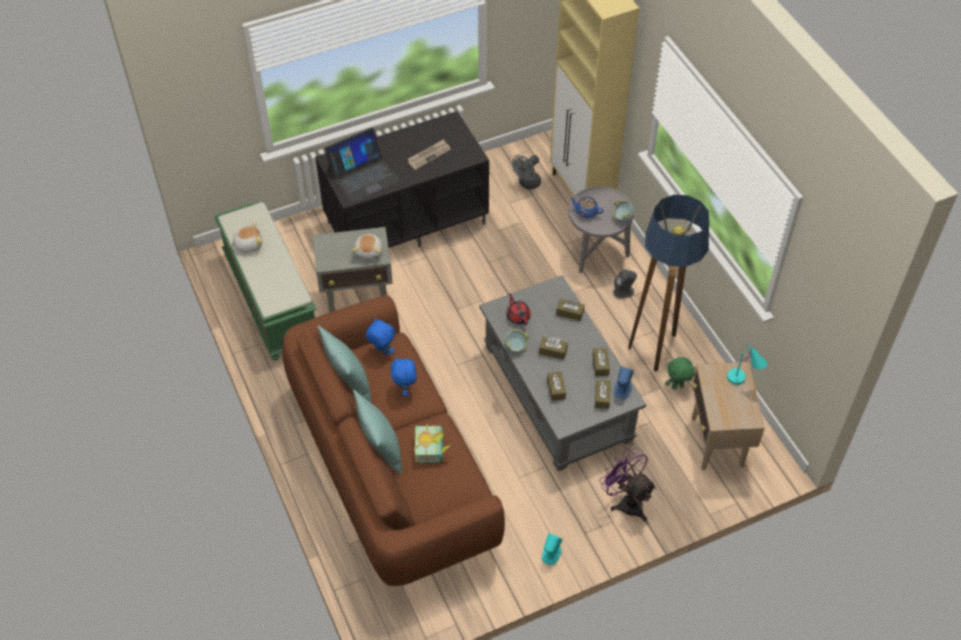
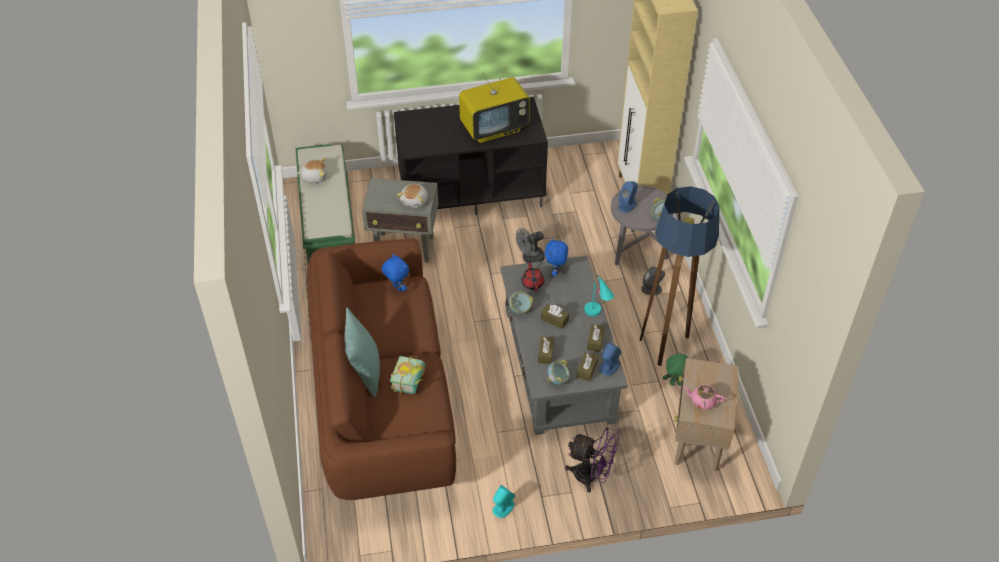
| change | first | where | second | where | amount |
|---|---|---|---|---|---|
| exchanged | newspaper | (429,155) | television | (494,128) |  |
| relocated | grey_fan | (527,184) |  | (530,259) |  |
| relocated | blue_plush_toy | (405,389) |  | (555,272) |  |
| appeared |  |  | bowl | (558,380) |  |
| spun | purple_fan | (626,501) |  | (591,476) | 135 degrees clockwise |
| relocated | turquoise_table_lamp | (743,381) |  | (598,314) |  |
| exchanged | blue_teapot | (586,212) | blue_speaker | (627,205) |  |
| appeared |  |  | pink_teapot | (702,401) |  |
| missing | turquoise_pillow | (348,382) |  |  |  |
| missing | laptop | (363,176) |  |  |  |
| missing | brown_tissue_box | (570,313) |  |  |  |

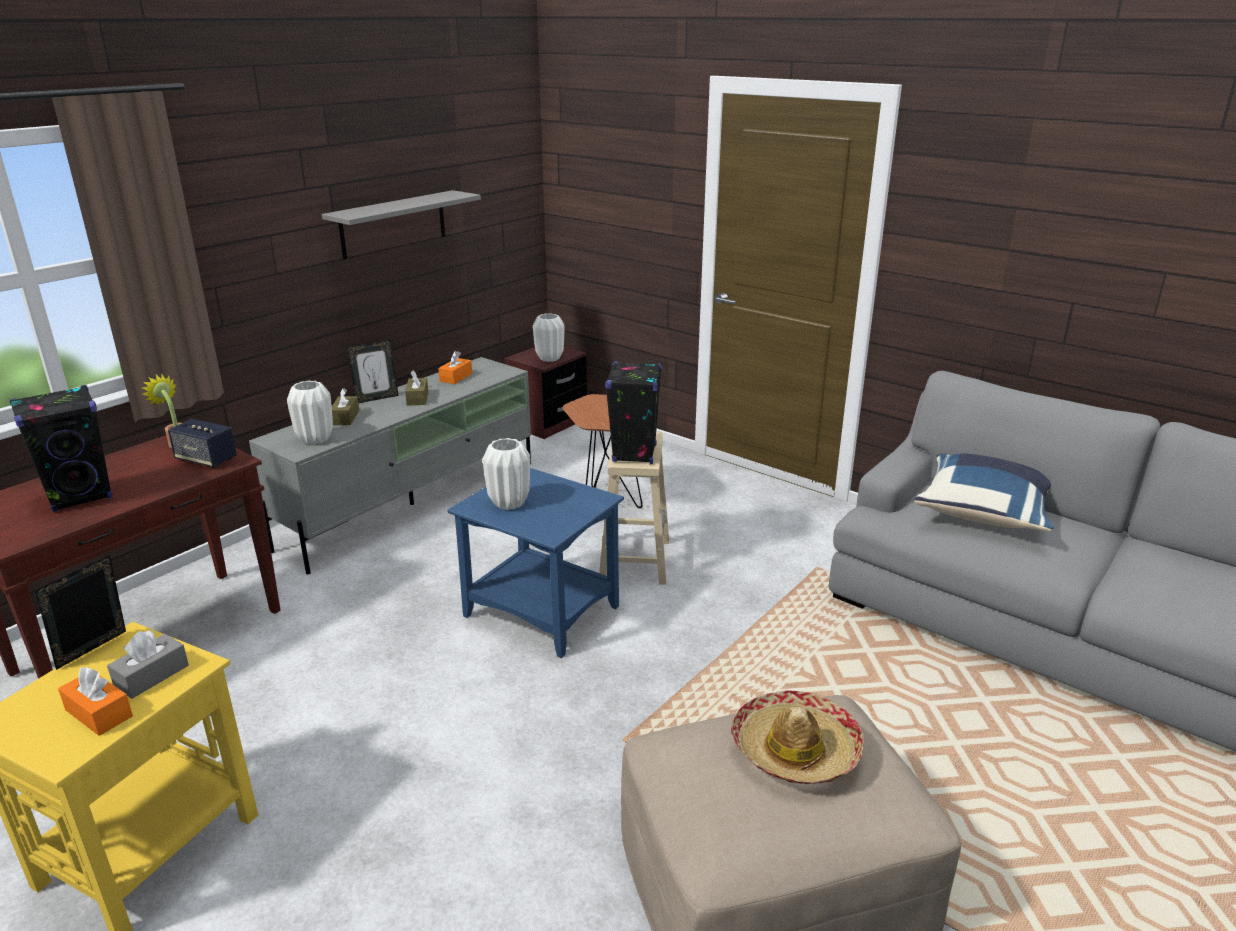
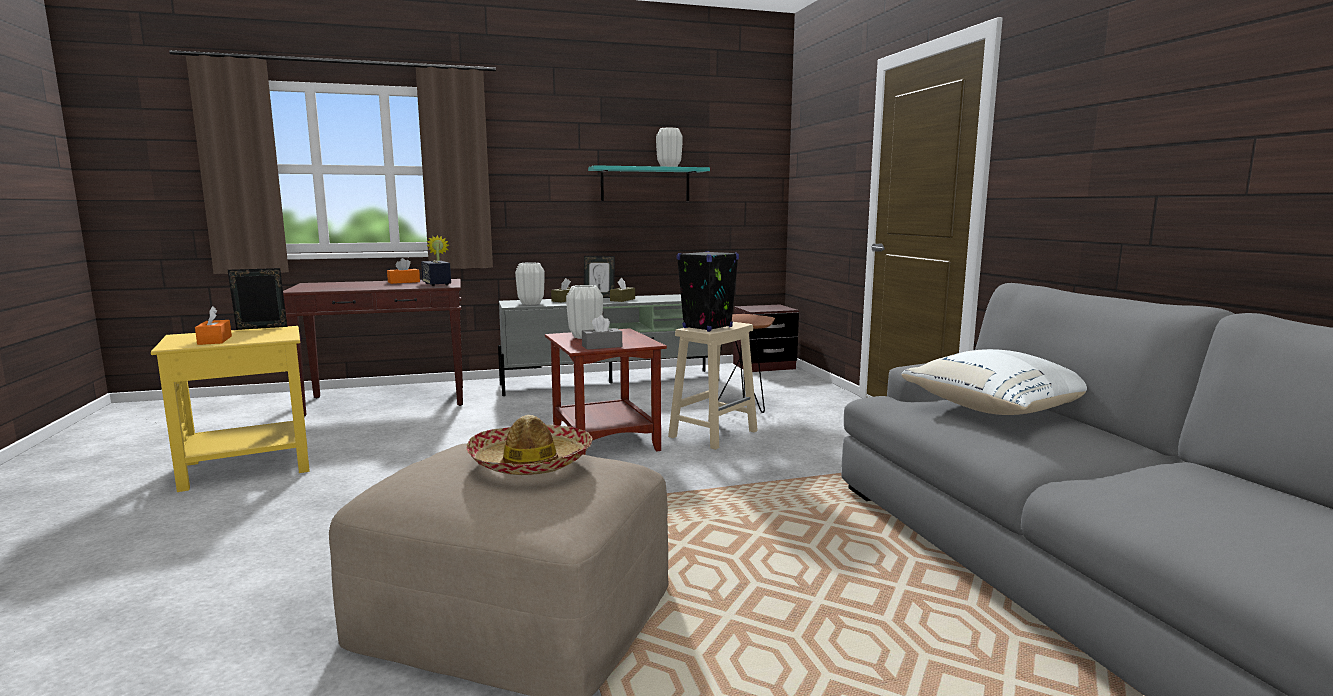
| change | first | where | second | where | amount |
|---|---|---|---|---|---|
| relocated | orange_tissue_box | (456,377) |  | (404,282) |  |
| colour | blue_side_table | (540,612) | brown_side_table | (603,440) |  |
| relocated | grey_tissue_box | (151,676) |  | (602,346) |  |
| colour | grey_shelf | (393,224) | turquoise_shelf | (645,184) |  |
| relocated | white_vase | (549,358) |  | (669,167) |  |
| colour | blue_pillow | (984,512) | white_pillow | (999,410) |  |
| missing | black_speaker | (81,496) |  |  |  |

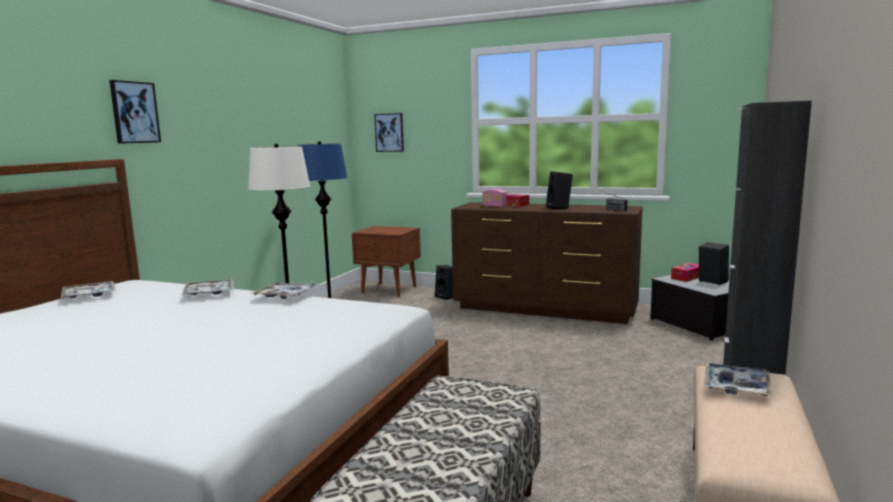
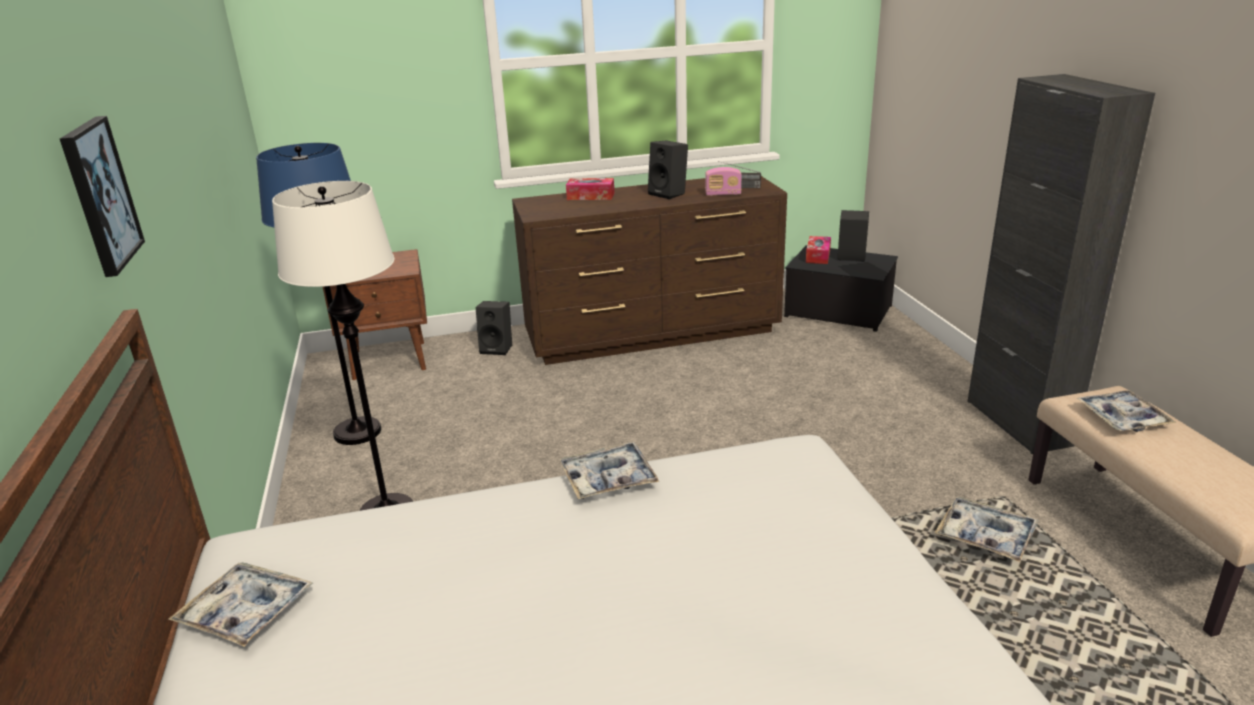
| change | first | where | second | where | amount |
|---|---|---|---|---|---|
| relocated | radio | (494,206) |  | (723,194) |  |
| relocated | tray | (210,293) |  | (985,536) |  |
| missing | picture | (389,132) |  |  |  |

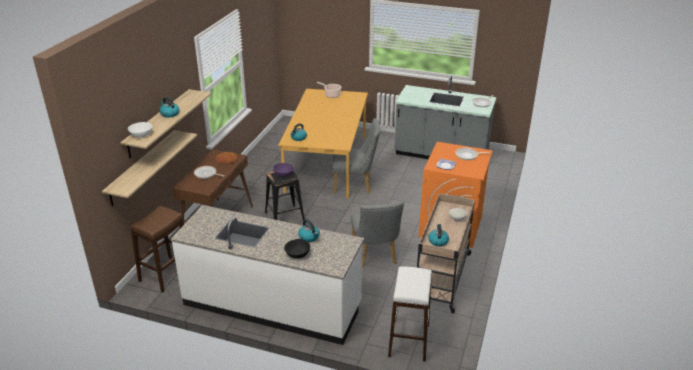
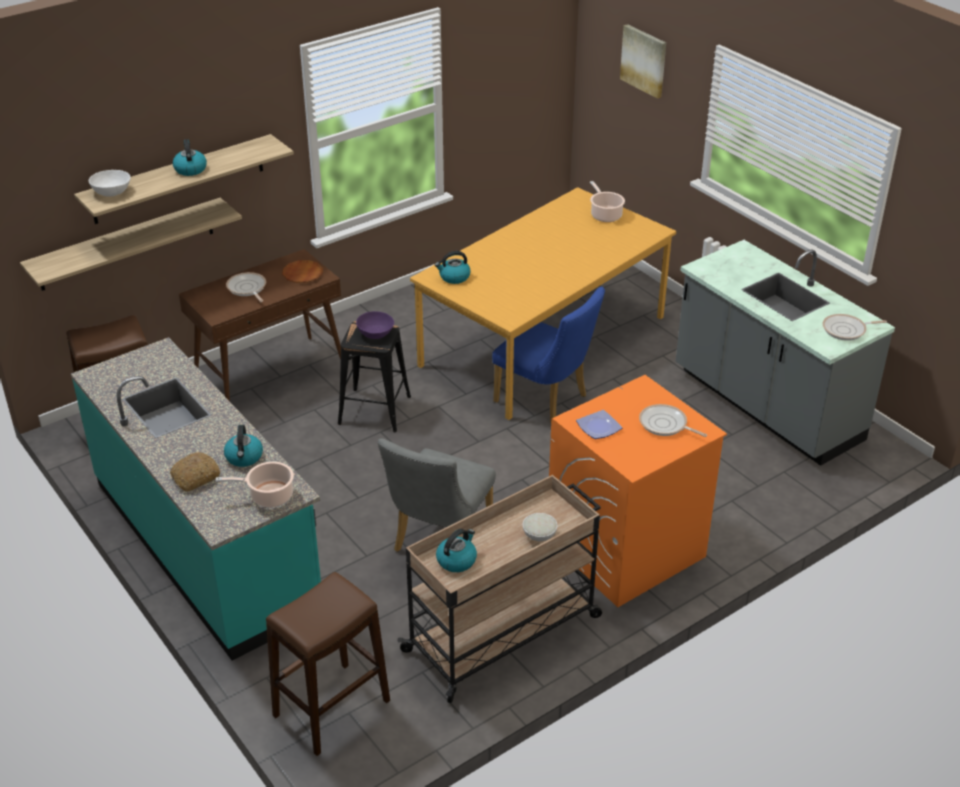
| change | first | where | second | where | amount |
|---|---|---|---|---|---|
| colour | white_counter | (272,304) | turquoise_counter | (207,544) |  |
| exchanged | black_bowl | (297,254) | bread | (195,477) |  |
| appeared |  |  | cooking_pot | (268,496) |  |
| colour | white_stool | (409,340) | brown_stool | (331,709) |  |
| colour | grey_chair | (355,185) | blue_chair | (546,401) |  |
| appeared |  |  | picture | (644,60) |  |

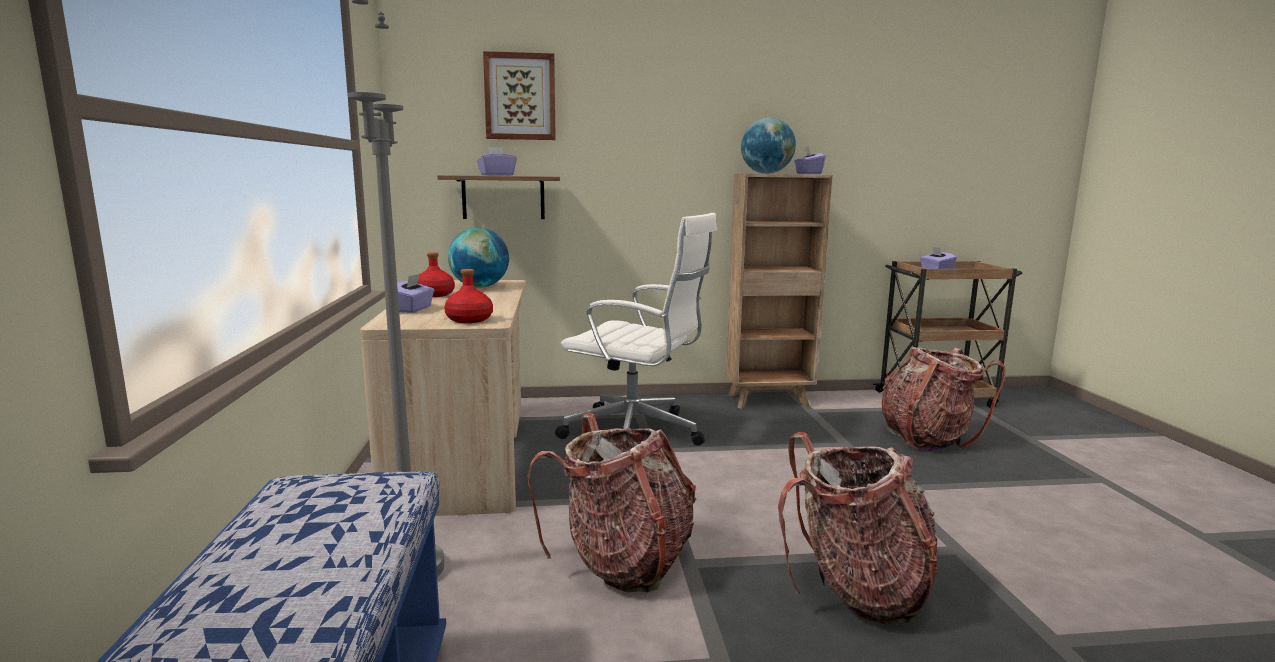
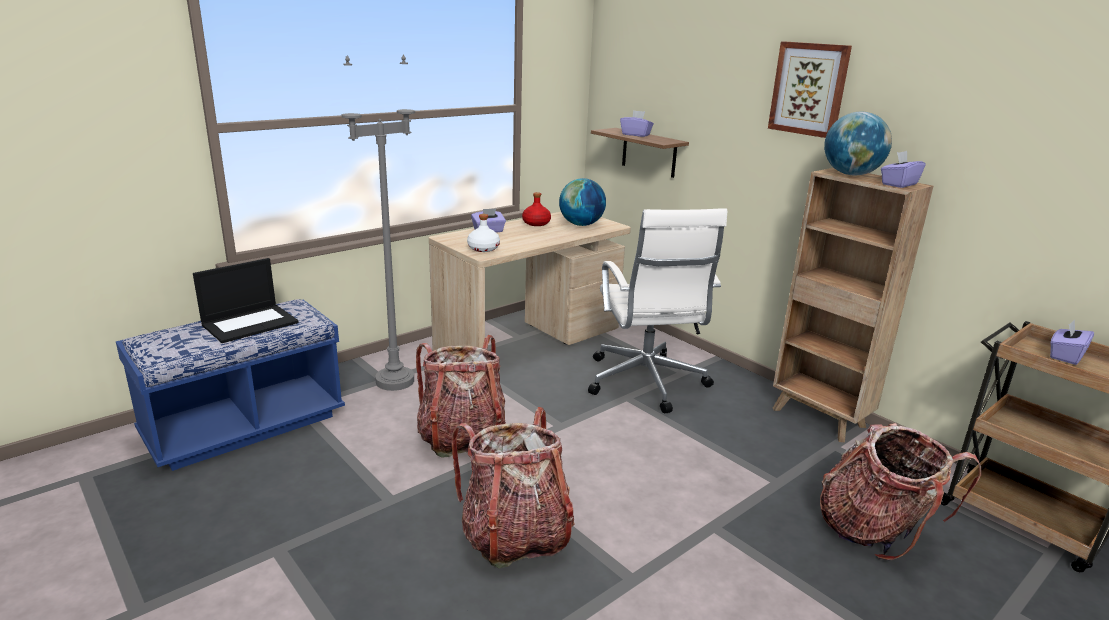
| change | first | where | second | where | amount |
|---|---|---|---|---|---|
| appeared |  |  | laptop | (250,323) |  |
| colour | red_bottle | (469,320) | white_bottle | (483,248) |  |
| relocated | picture | (520,97) |  | (809,89) |  |

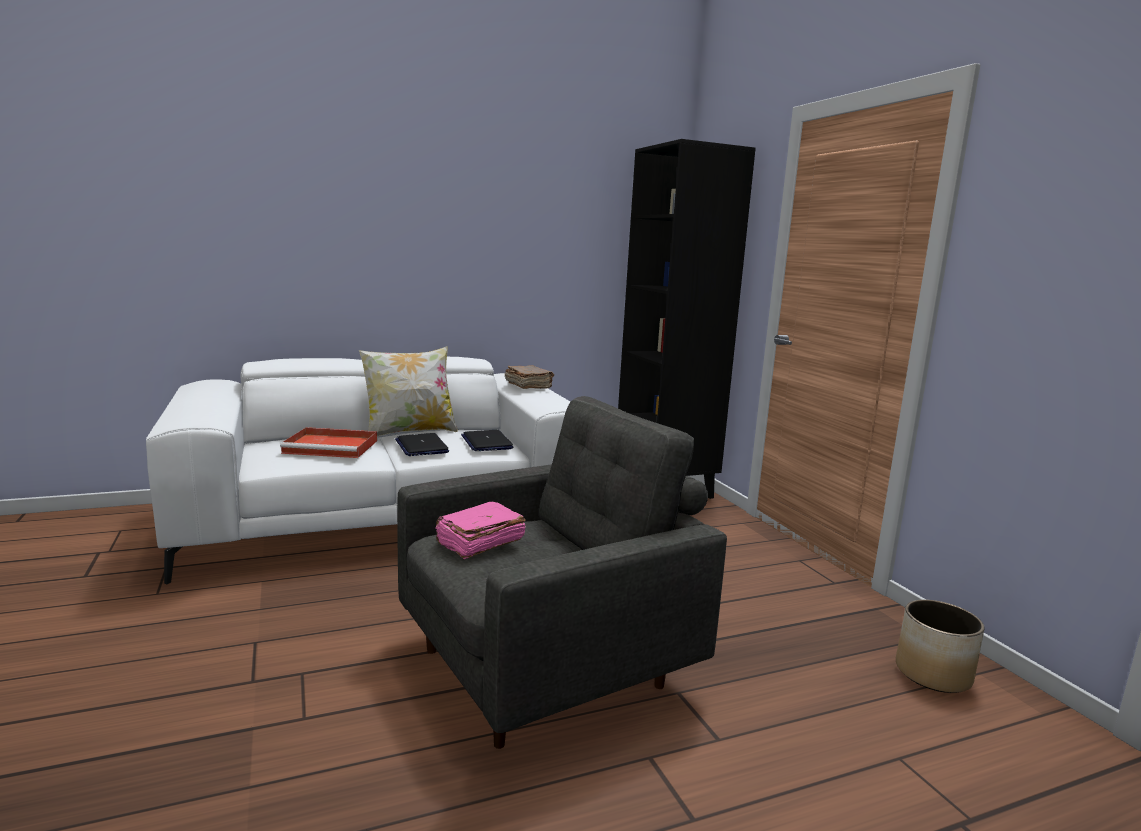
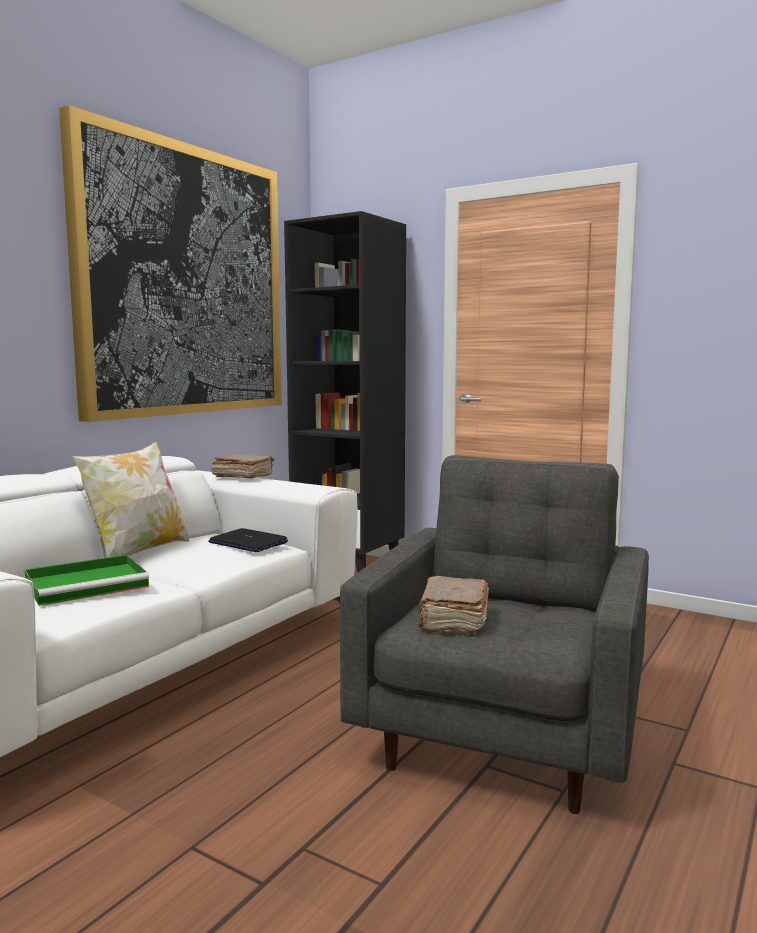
| change | first | where | second | where | amount |
|---|---|---|---|---|---|
| colour | red_tray | (333,447) | green_tray | (89,584) |  |
| appeared |  |  | picture | (184,282) |  |
| colour | pink_book | (479,543) | brown_book | (453,620) |  |
| missing | laptop | (421,446) |  |  |  |
| missing | planter | (933,674) |  |  |  |

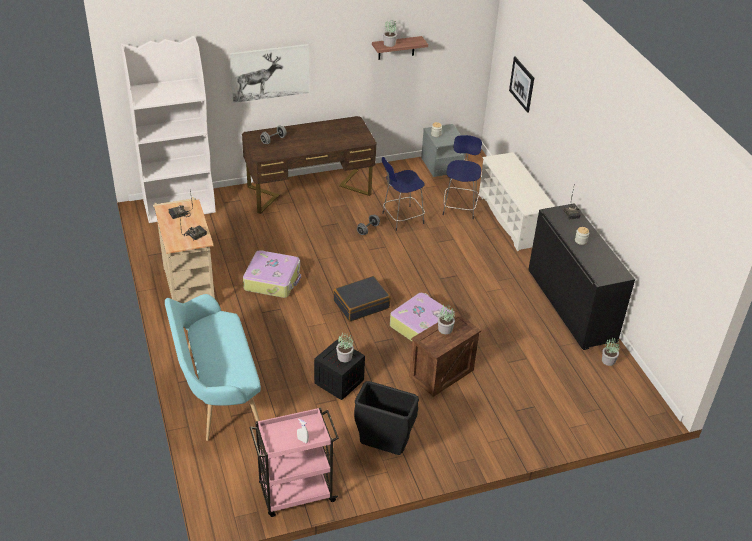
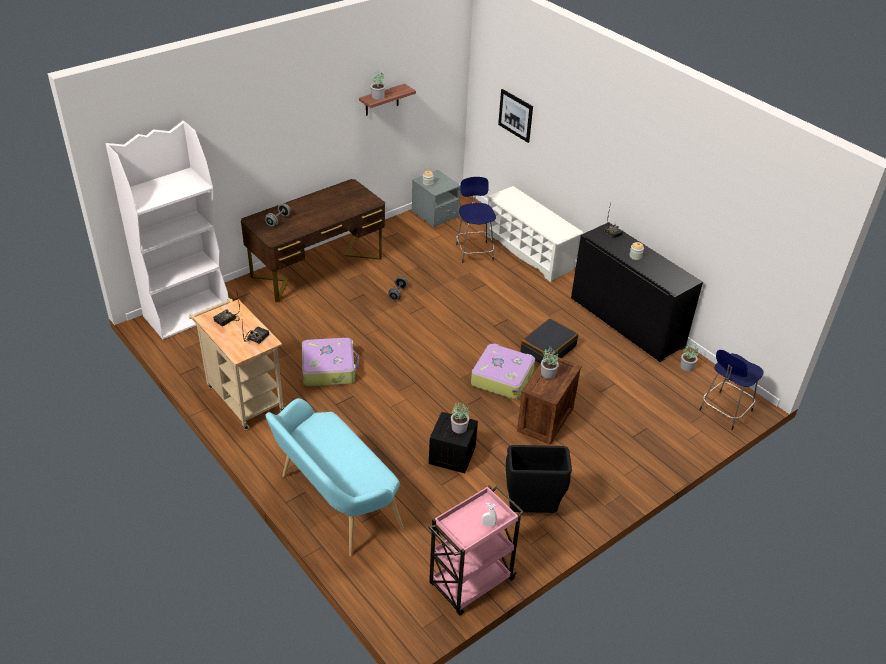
| change | first | where | second | where | amount |
|---|---|---|---|---|---|
| relocated | black_suitcase | (361,304) |  | (548,349) |  |
| relocated | blue_stool | (401,218) |  | (724,411) |  |
| missing | picture | (270,73) |  |  |  |

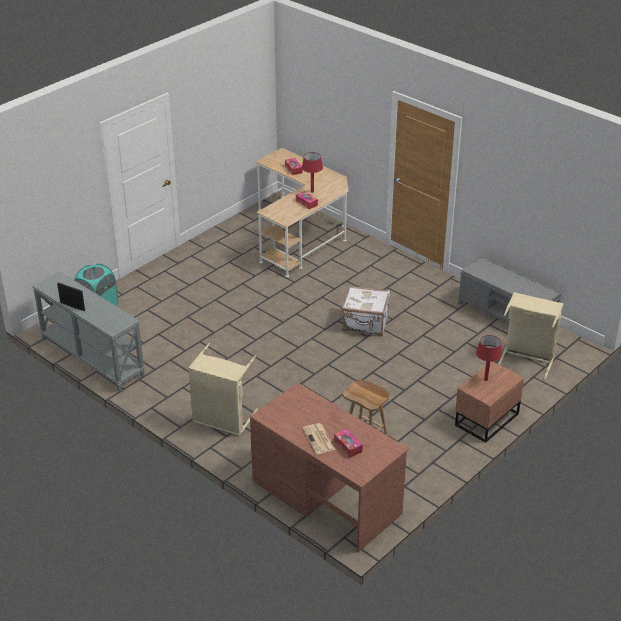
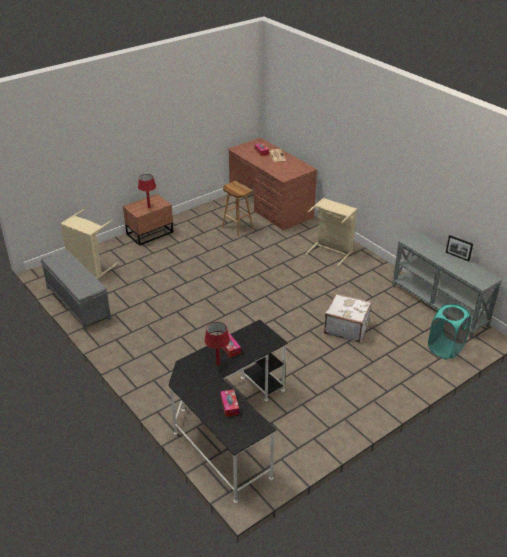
| change | first | where | second | where | amount |
|---|---|---|---|---|---|
| colour | beige_desk | (301,234) | black_desk | (228,426) |  |
| relocated | white_suitcase | (365,324) |  | (346,327) |  |

